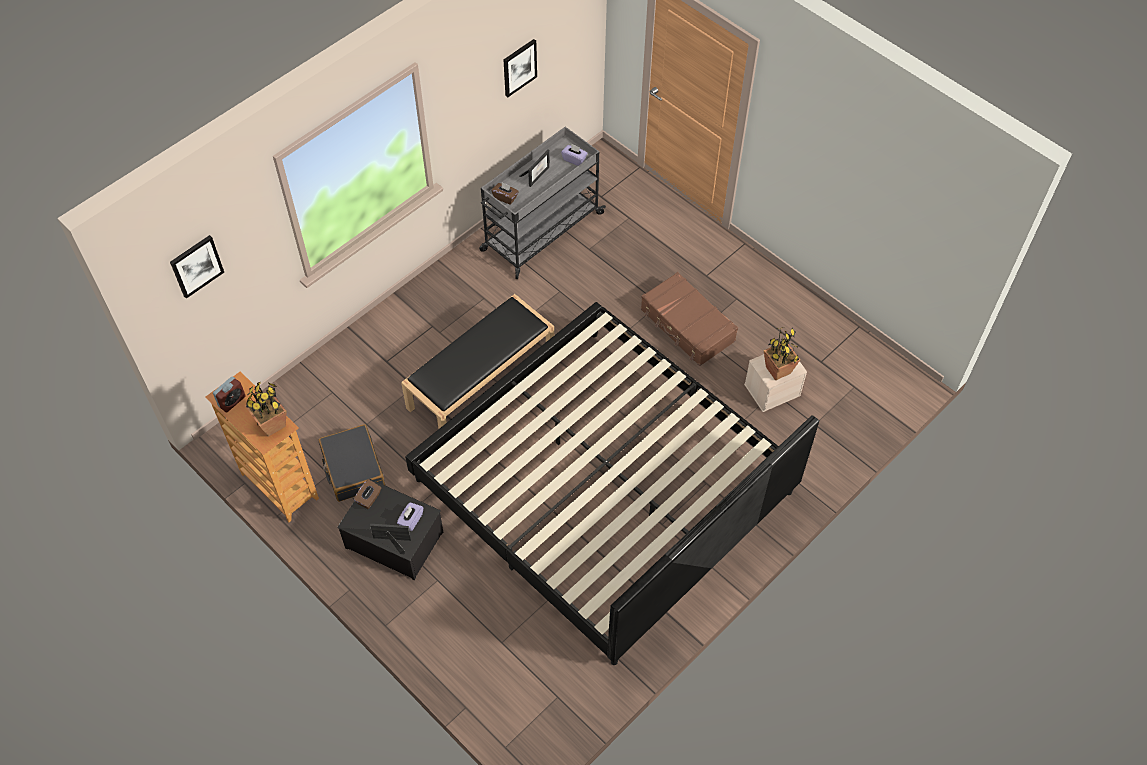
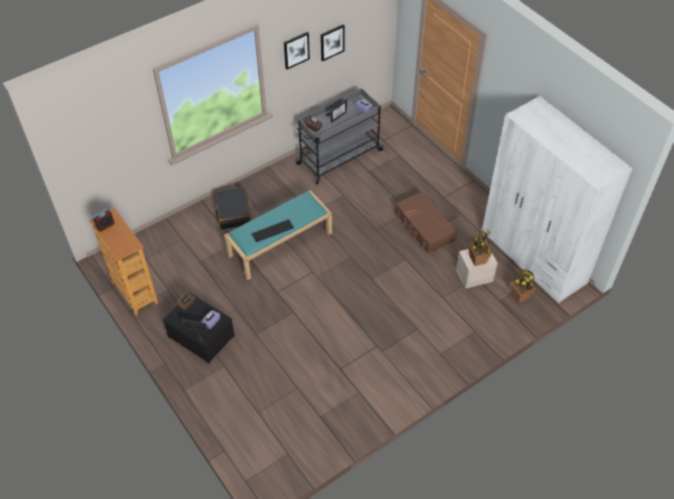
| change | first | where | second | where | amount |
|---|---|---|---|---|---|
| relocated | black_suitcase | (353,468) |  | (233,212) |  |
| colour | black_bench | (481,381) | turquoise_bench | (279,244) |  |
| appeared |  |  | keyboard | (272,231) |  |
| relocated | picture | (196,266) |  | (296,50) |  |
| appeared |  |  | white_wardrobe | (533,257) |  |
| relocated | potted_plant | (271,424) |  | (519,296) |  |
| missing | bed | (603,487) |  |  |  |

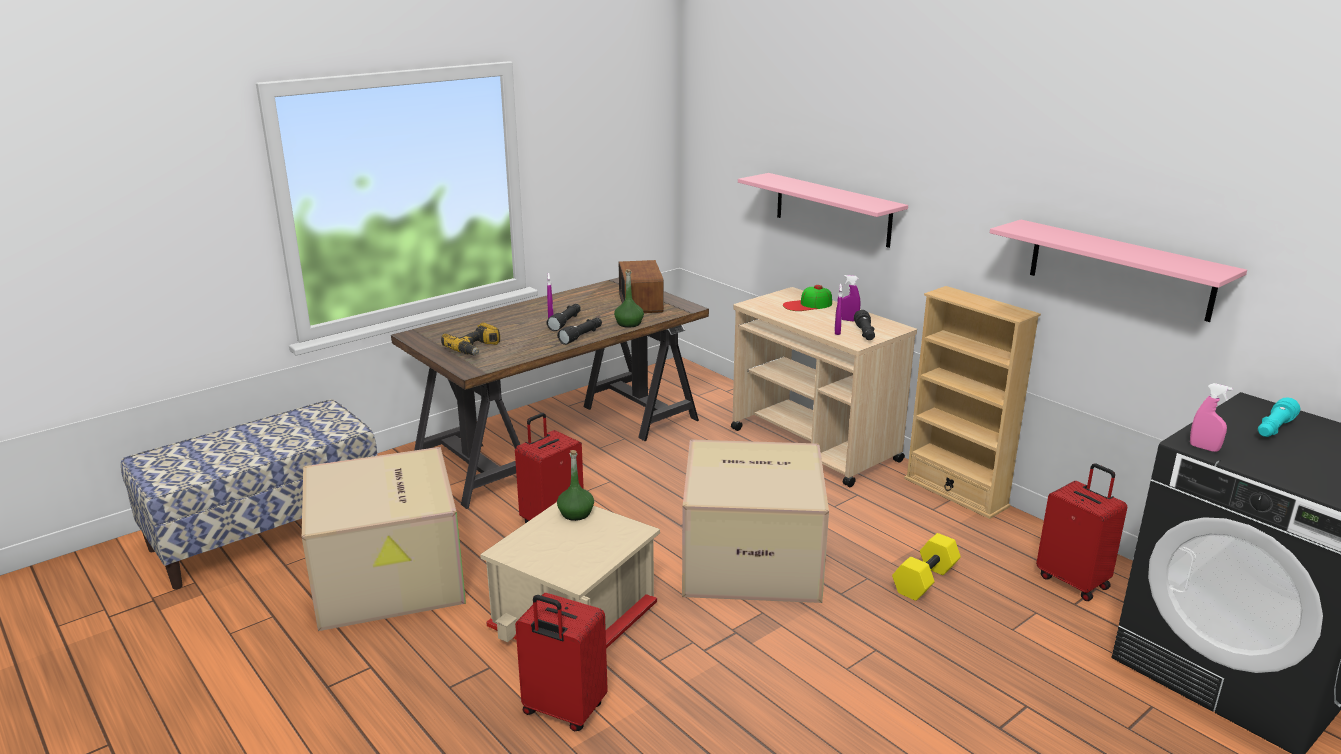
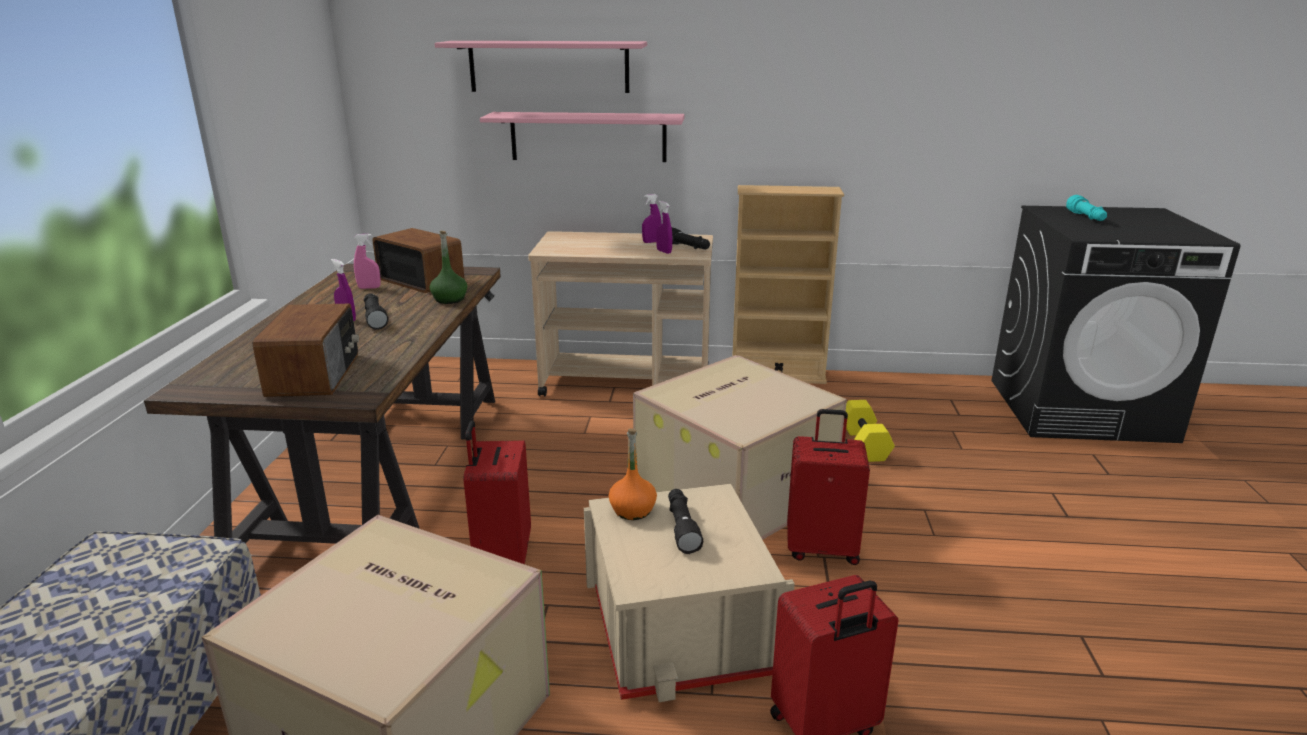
| change | first | where | second | where | amount |
|---|---|---|---|---|---|
| exchanged | power_drill | (475,349) | radio | (316,375) |  |
| relocated | pink_spray_bottle | (1204,448) |  | (369,288) |  |
| relocated | pink_shelf | (1119,269) |  | (549,66) |  |
| colour | green_bottle | (576,513) | orange_bottle | (633,510) |  |
| relocated | black_flashlight | (581,336) |  | (682,527) |  |
| relocated | red_suitcase | (1073,581) |  | (822,548) |  |
| missing | cap | (807,305) |  |  |  |

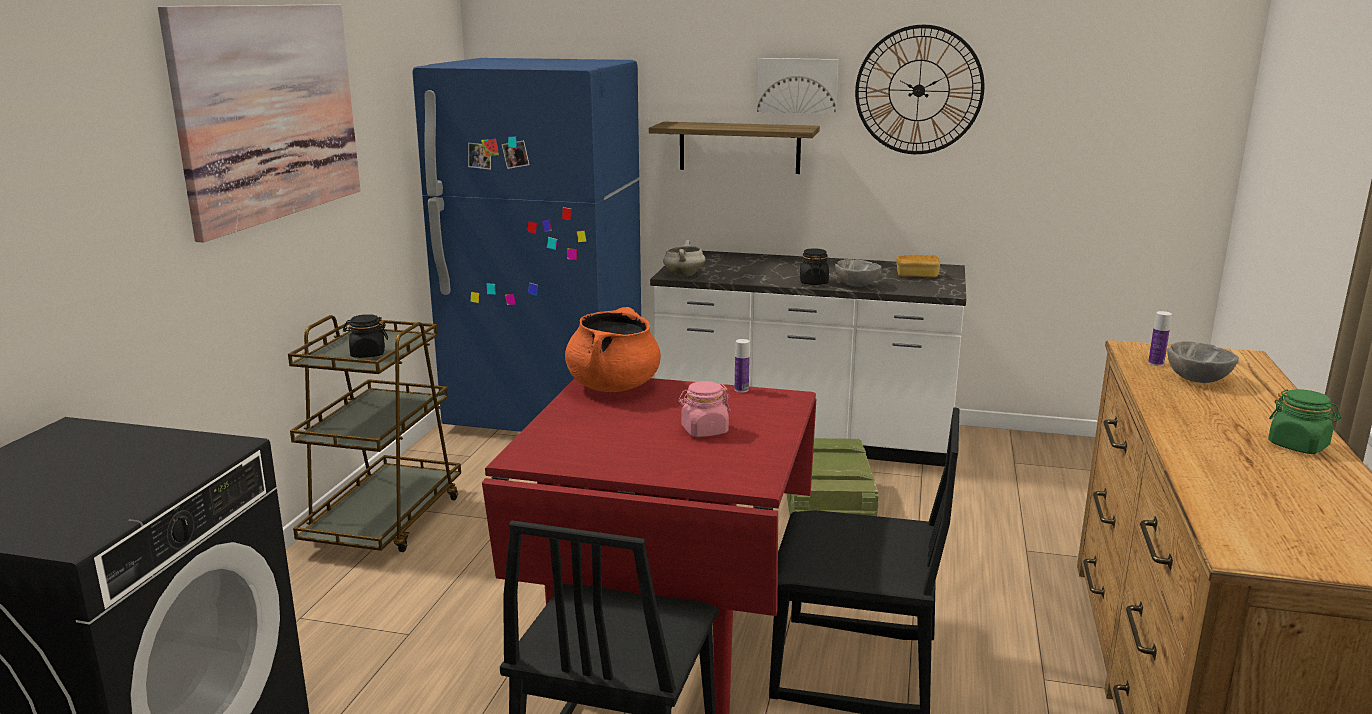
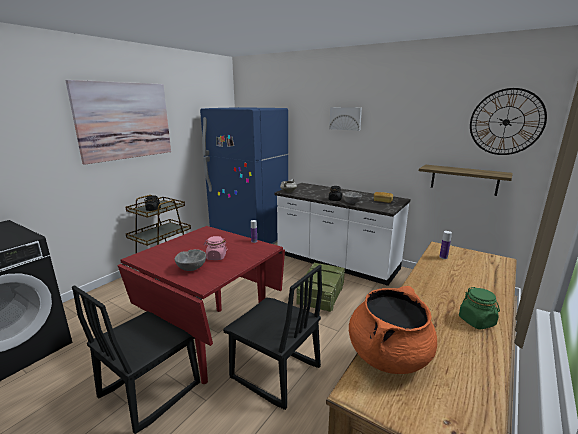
| change | first | where | second | where | amount |
|---|---|---|---|---|---|
| relocated | grey_bowl | (1196,379) |  | (191,268) |  |
| relocated | orange_cooking_pot | (613,386) |  | (388,356) |  |
| relocated | shelf | (739,147) |  | (464,179) |  |
| relocated | wall_clock | (918,90) |  | (506,122) |  |

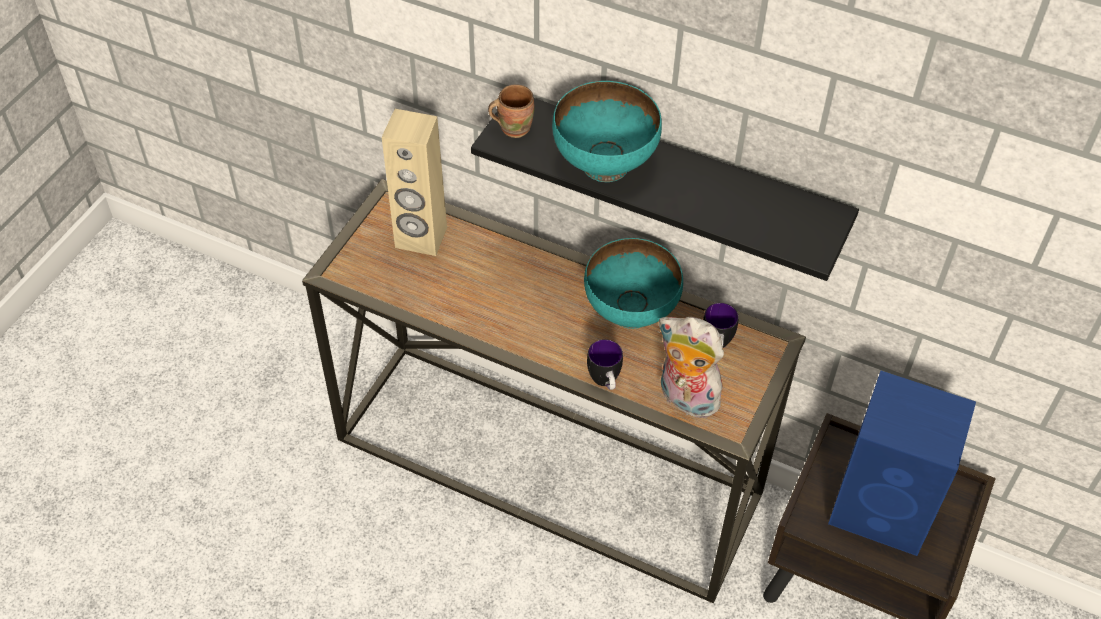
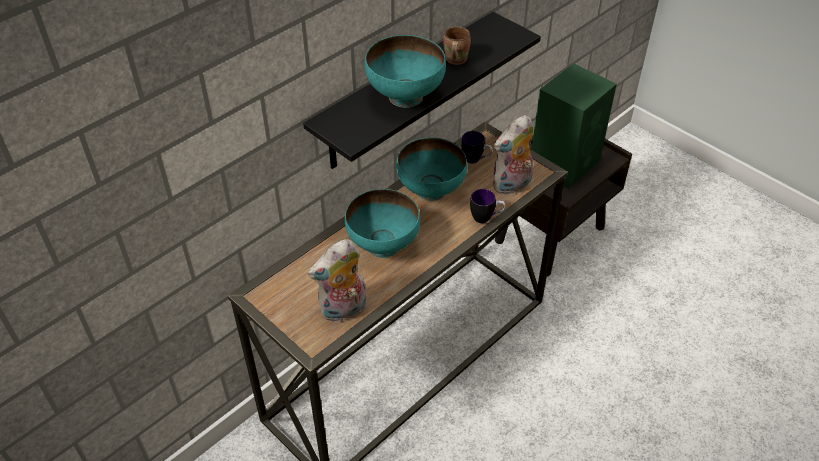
| change | first | where | second | where | amount |
|---|---|---|---|---|---|
| appeared |  |  | plush_toy | (343,310) |  |
| appeared |  |  | turquoise_bowl | (384,245) |  |
| relocated | brown_mug | (513,127) |  | (454,60) |  |
| colour | blue_speaker | (885,508) | green_speaker | (565,163) |  |
| missing | beige_speaker | (421,238) |  |  |  |

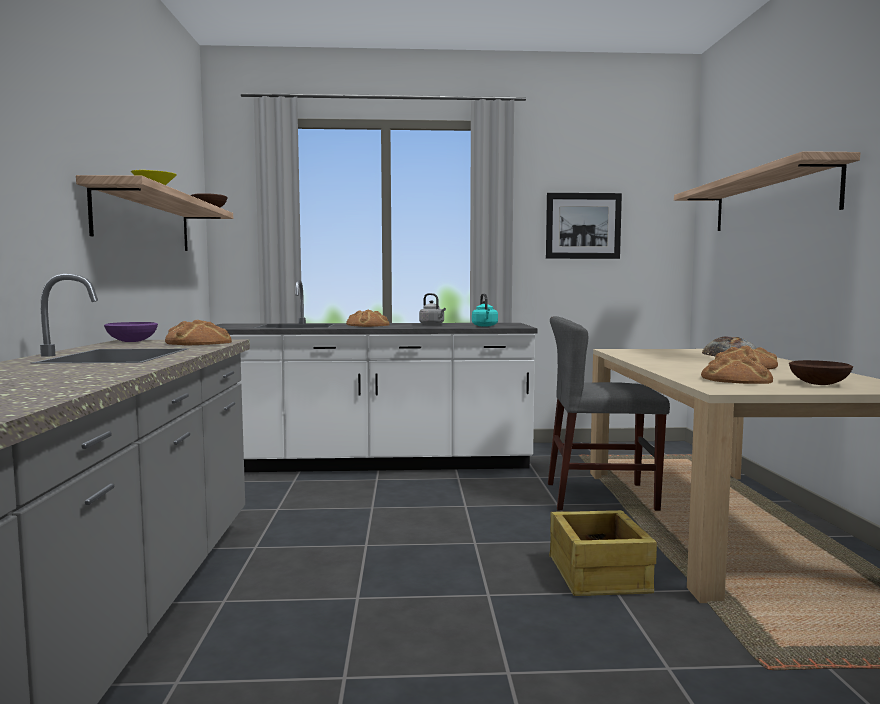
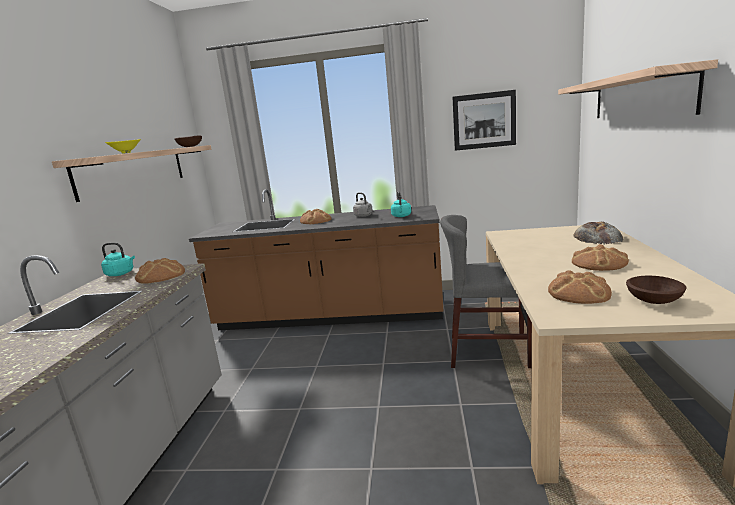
| change | first | where | second | where | amount |
|---|---|---|---|---|---|
| exchanged | purple_bowl | (133,341) | turquoise_kettle | (121,274) |  |
| colour | white_counter | (371,463) | brown_counter | (330,316) |  |
| missing | crate | (598,575) |  |  |  |

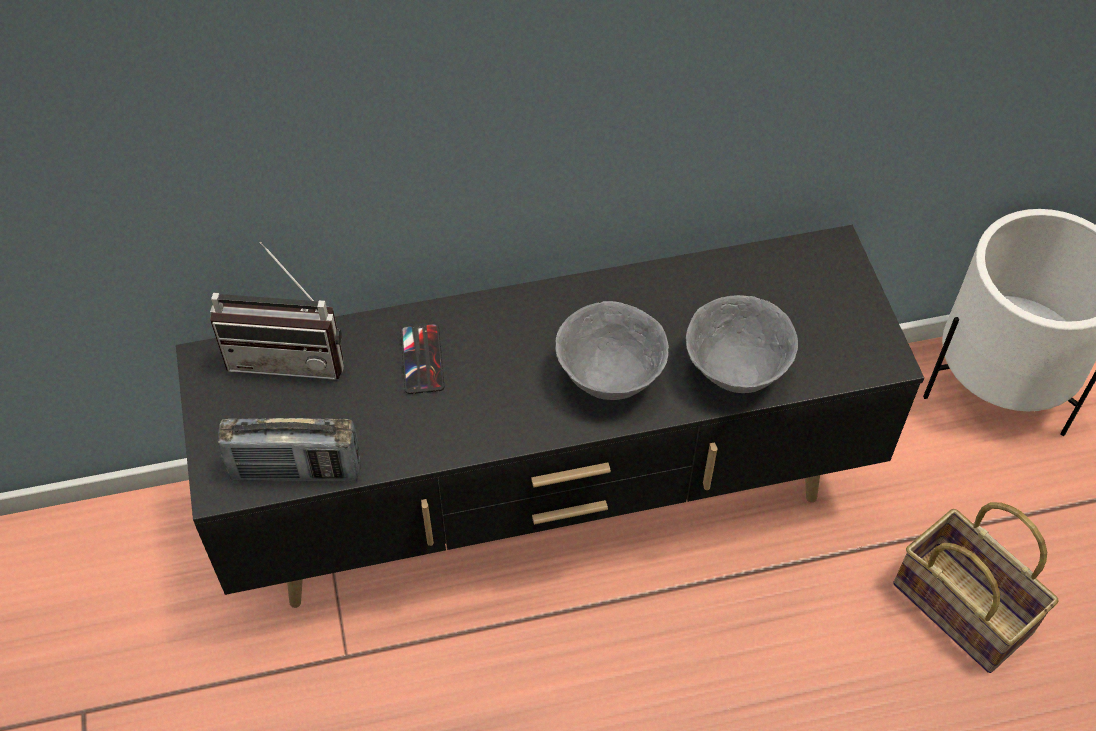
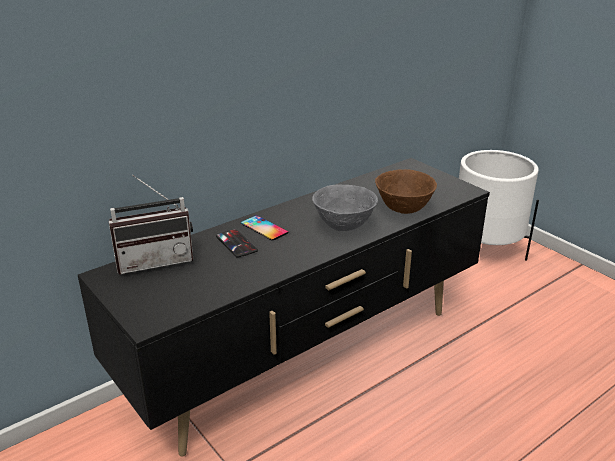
| change | first | where | second | where | amount |
|---|---|---|---|---|---|
| appeared |  |  | phone | (264,228) |  |
| colour | grey_bowl | (735,372) | brown_bowl | (403,209) |  |
| missing | radio | (296,471) |  |  |  |
| missing | basket | (966,609) |  |  |  |

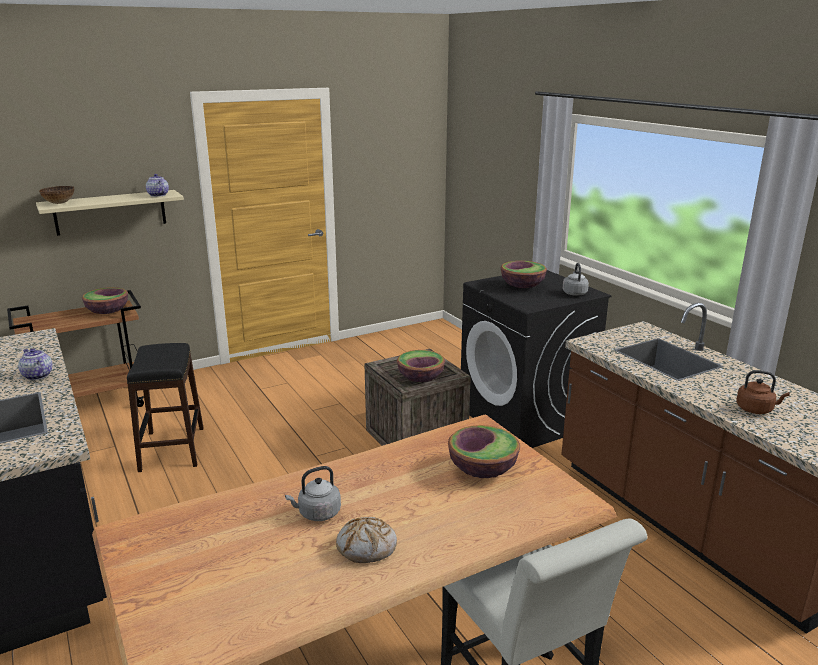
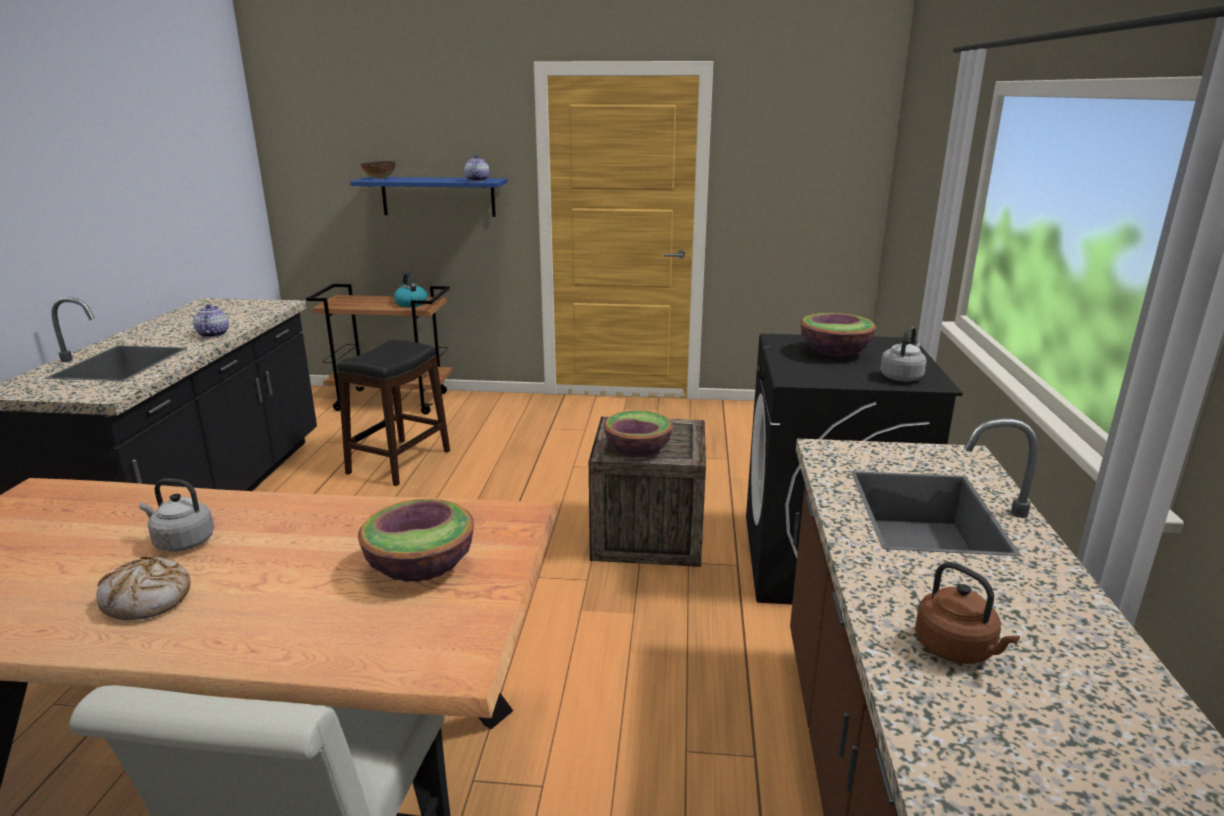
| change | first | where | second | where | amount |
|---|---|---|---|---|---|
| colour | beige_shelf | (110,212) | blue_shelf | (438,196) |  |
| exchanged | bowl | (108,312) | kettle | (410,303) |  |

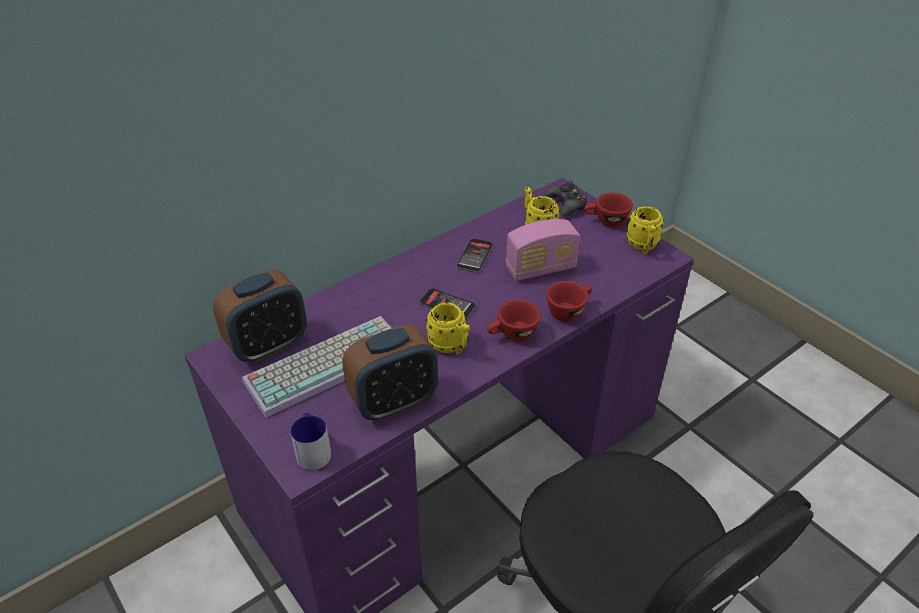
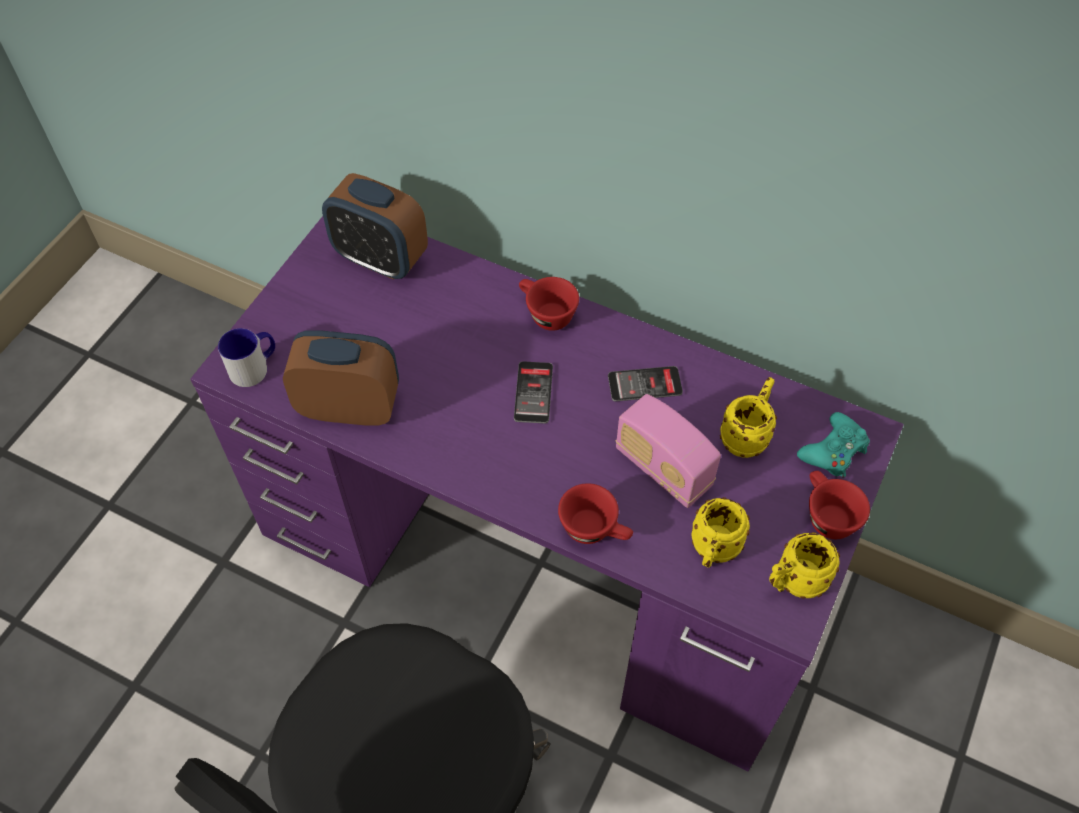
| change | first | where | second | where | amount |
|---|---|---|---|---|---|
| spun | alarm_clock | (393,402) |  | (350,407) | 150 degrees clockwise |
| relocated | red_cup | (512,335) |  | (545,314) |  |
| relocated | yellow_mug | (451,347) |  | (712,552) |  |
| colour | black_game_controller | (566,204) | turquoise_game_controller | (834,451) |  |
| missing | keyboard | (327,363) |  |  |  |

